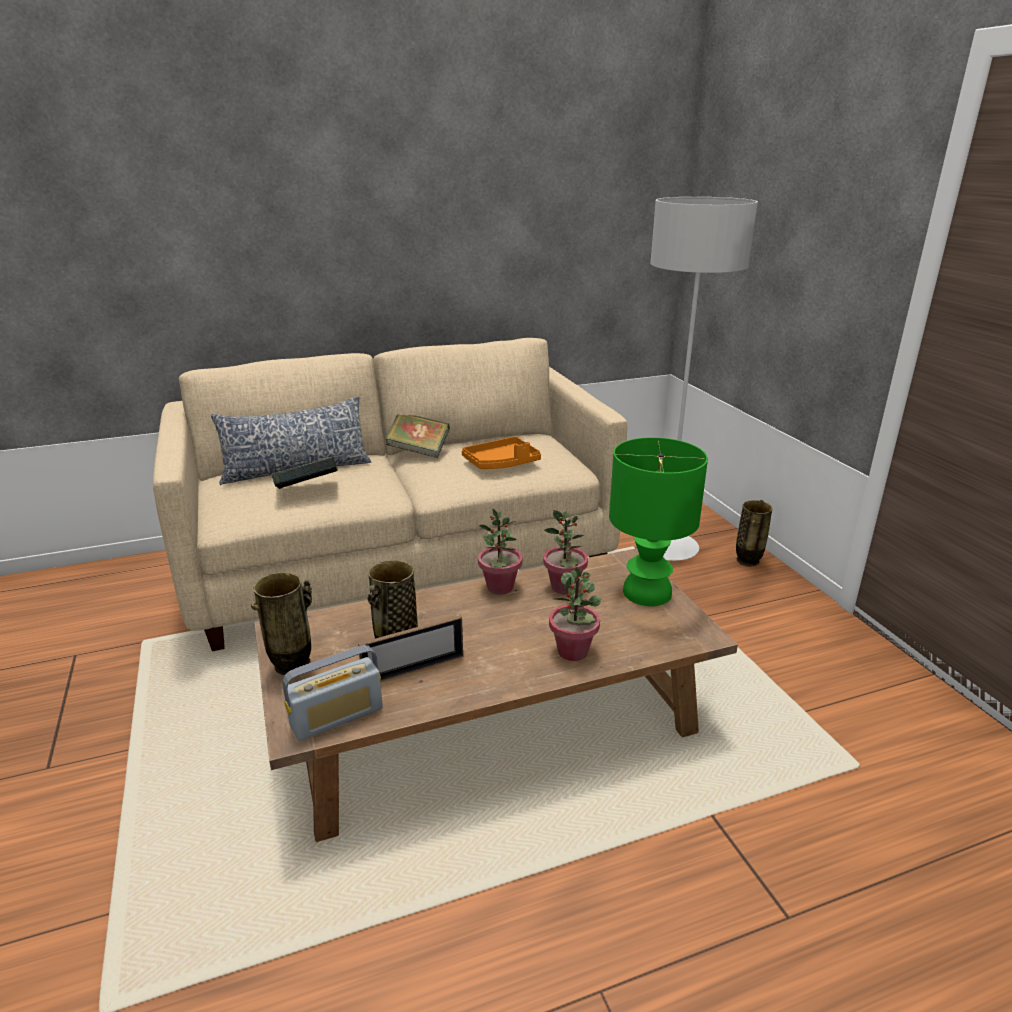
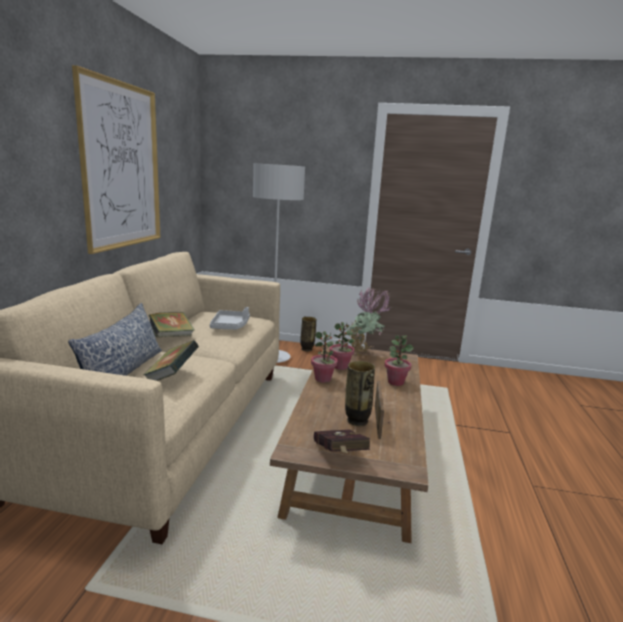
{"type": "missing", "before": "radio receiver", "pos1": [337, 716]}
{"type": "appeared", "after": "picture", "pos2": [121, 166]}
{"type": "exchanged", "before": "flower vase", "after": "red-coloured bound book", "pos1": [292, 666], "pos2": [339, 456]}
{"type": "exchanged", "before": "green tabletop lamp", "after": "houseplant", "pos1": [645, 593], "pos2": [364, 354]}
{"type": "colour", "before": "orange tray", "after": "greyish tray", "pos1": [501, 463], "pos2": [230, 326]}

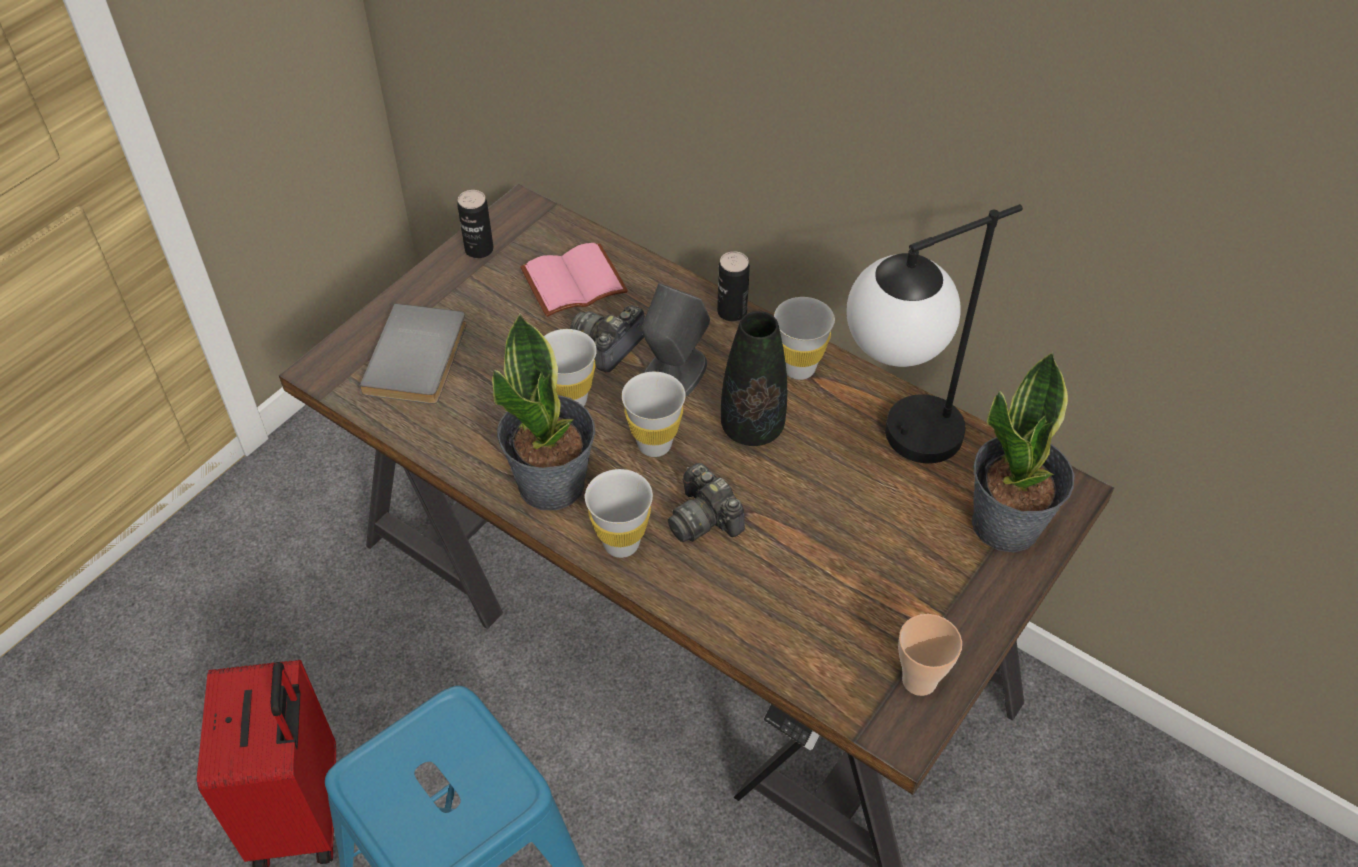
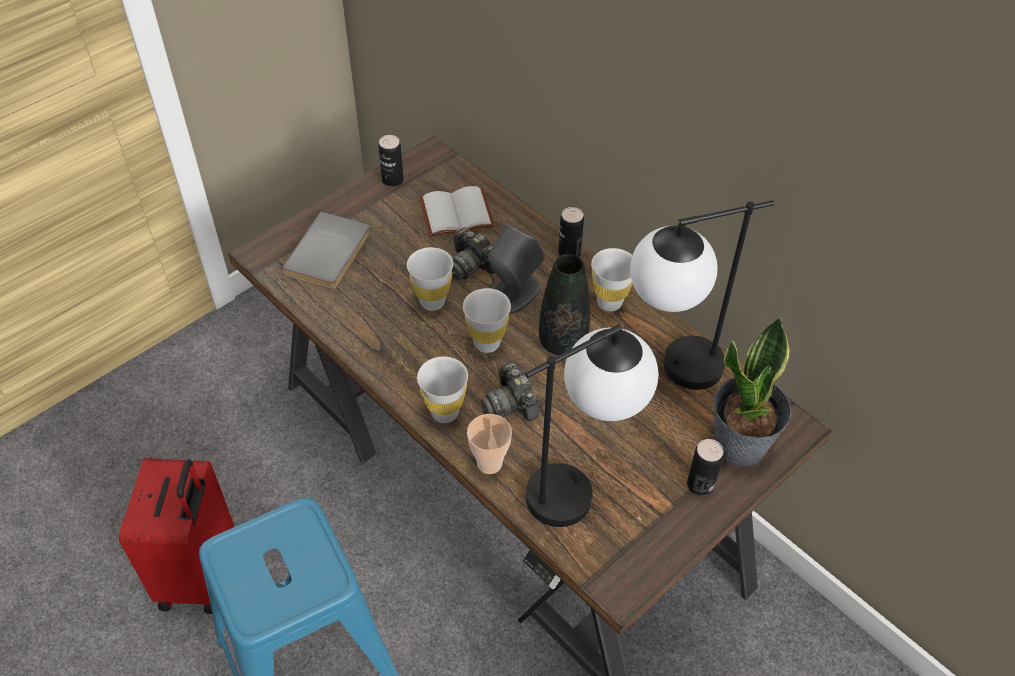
{"type": "missing", "before": "houseplant", "pos1": [553, 484]}
{"type": "appeared", "after": "tabletop lamp", "pos2": [581, 484]}
{"type": "appeared", "after": "metal can", "pos2": [700, 484]}
{"type": "relocated", "before": "small cup", "pos1": [919, 680], "pos2": [489, 463]}
{"type": "colour", "before": "pink bound book", "after": "white-coloured bound book", "pos1": [574, 280], "pos2": [457, 212]}
{"type": "spun", "before": "still camera", "pos1": [609, 346], "pos2": [471, 265], "turn": -90}

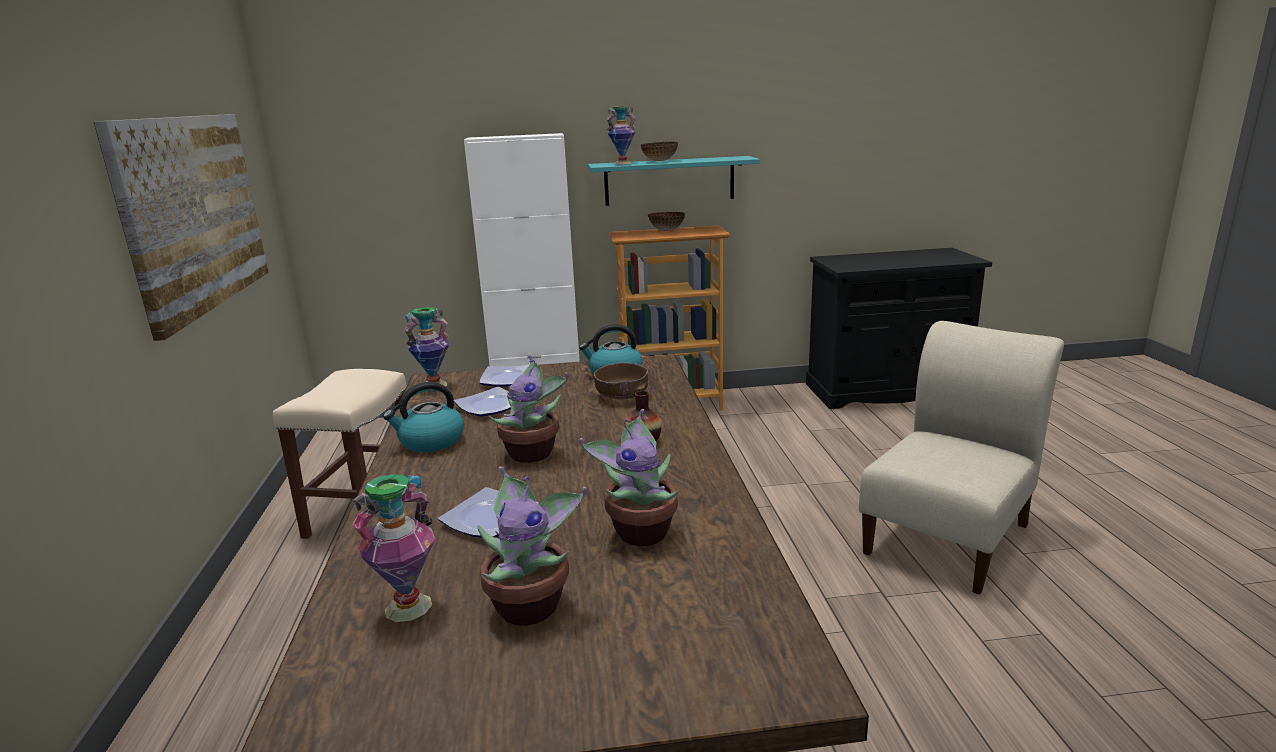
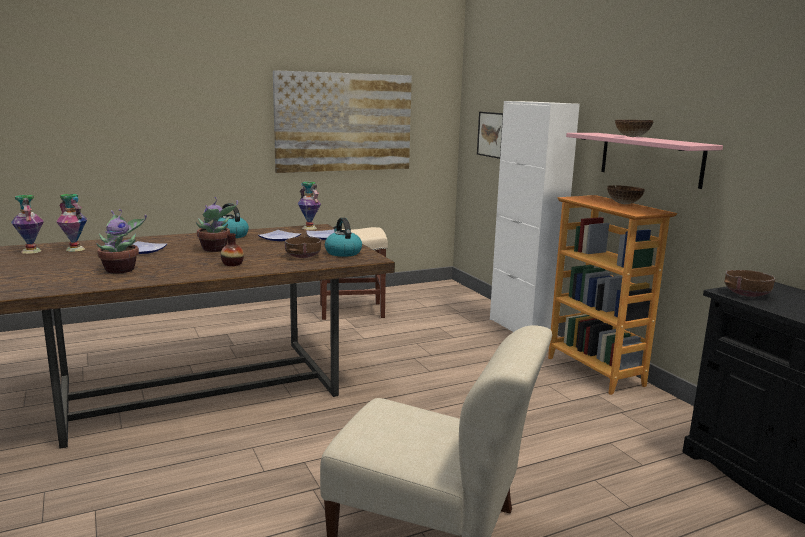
{"type": "missing", "before": "houseplant", "pos1": [532, 605]}
{"type": "appeared", "after": "picture", "pos2": [491, 134]}
{"type": "appeared", "after": "brown deep dish", "pos2": [747, 294]}
{"type": "relocated", "before": "flower vase", "pos1": [622, 163], "pos2": [30, 251]}
{"type": "colour", "before": "turquoise bracket shelf", "after": "pink bracket shelf", "pos1": [669, 181], "pos2": [650, 159]}

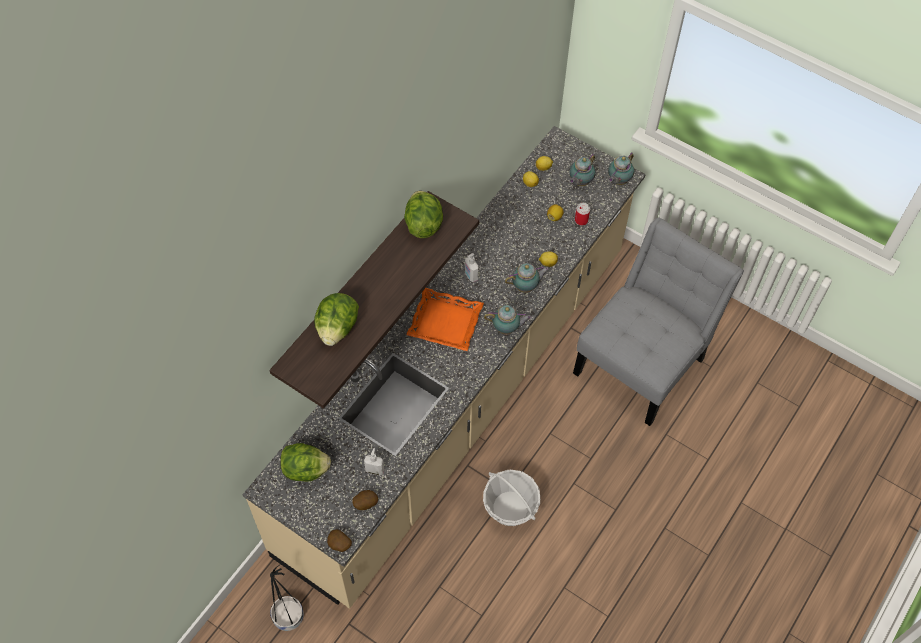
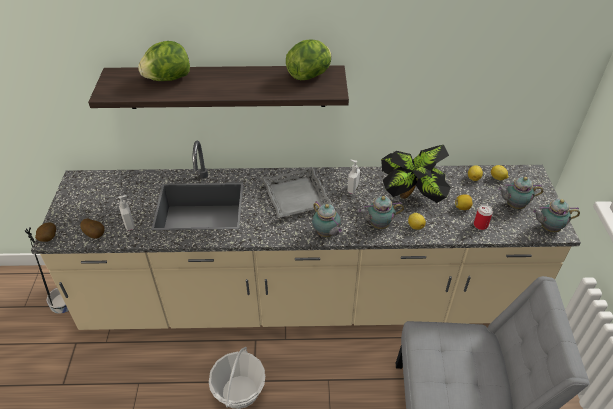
{"type": "missing", "before": "lettuce", "pos1": [306, 470]}
{"type": "appeared", "after": "houseplant", "pos2": [412, 198]}
{"type": "colour", "before": "orange tray", "after": "greyish tray", "pos1": [445, 322], "pos2": [296, 196]}
{"type": "spun", "before": "pot for tea", "pos1": [526, 287], "pos2": [378, 225], "turn": 135}

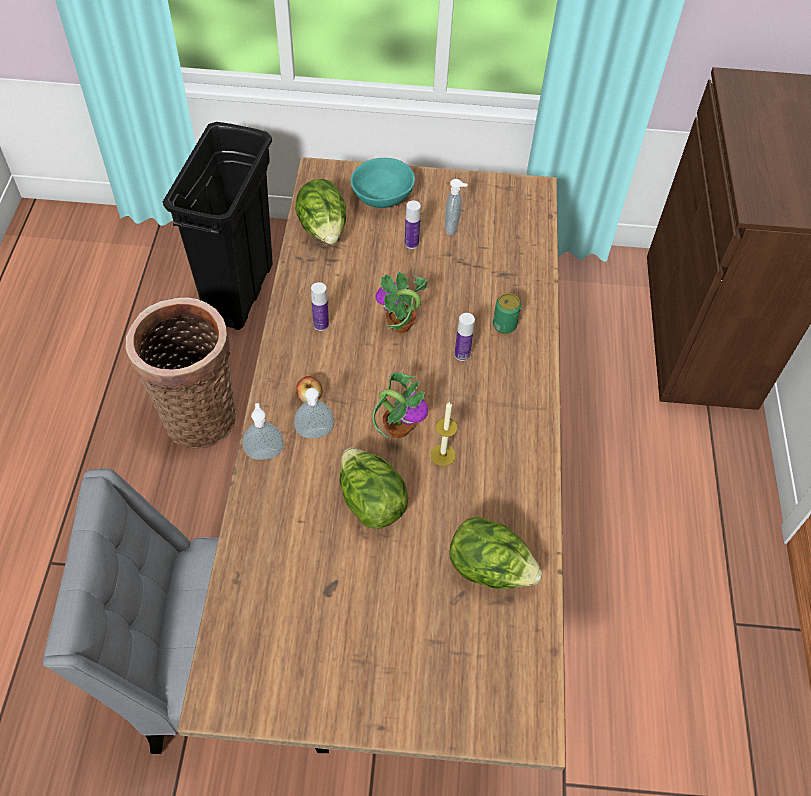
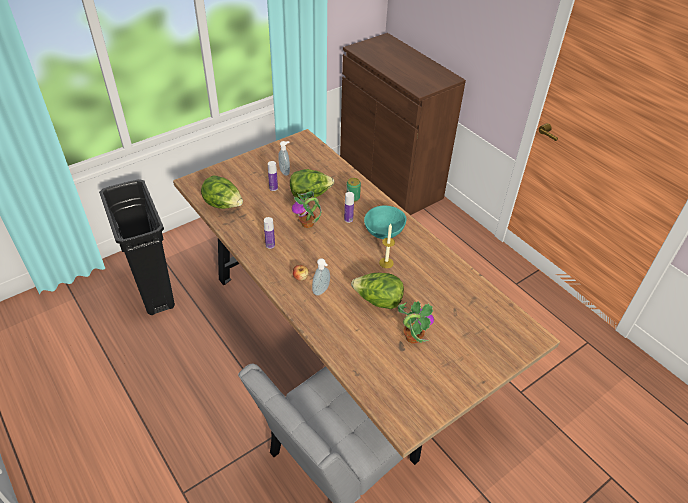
{"type": "missing", "before": "basket", "pos1": [197, 414]}
{"type": "missing", "before": "soap dispenser", "pos1": [265, 452]}
{"type": "relocated", "before": "turquoise deep dish", "pos1": [383, 197], "pos2": [384, 231]}
{"type": "relocated", "before": "houseplant", "pos1": [398, 427], "pos2": [412, 337]}
{"type": "relocated", "before": "lettuce", "pos1": [489, 568], "pos2": [310, 195]}

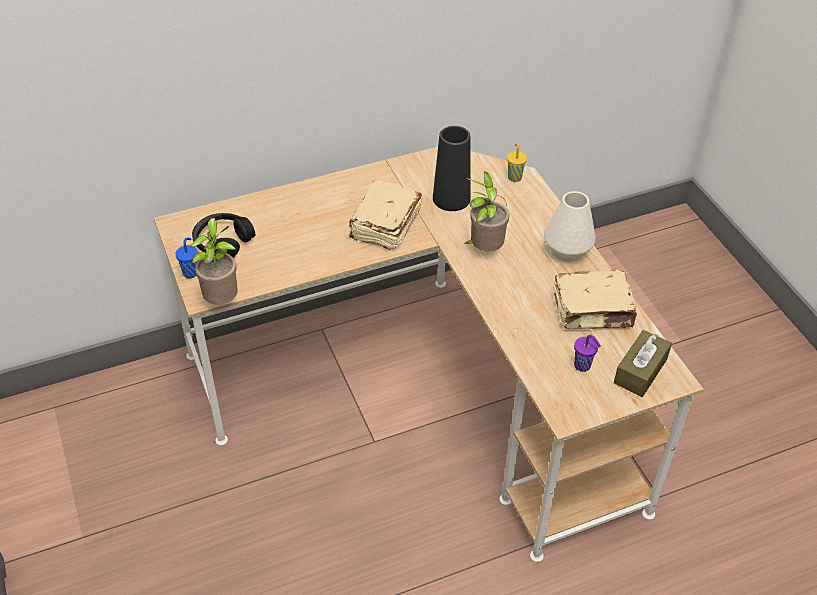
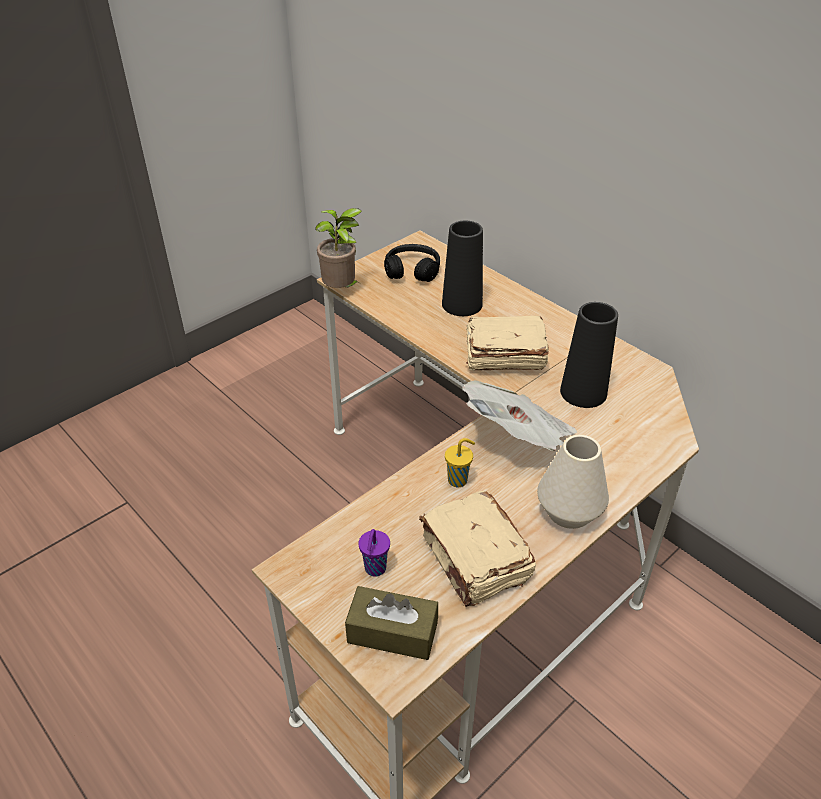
{"type": "missing", "before": "blue small cup", "pos1": [191, 272]}
{"type": "appeared", "after": "black-coloured flower vase", "pos2": [462, 304]}
{"type": "relocated", "before": "yellow-coloured small cup", "pos1": [514, 177], "pos2": [458, 480]}
{"type": "exchanged", "before": "houseplant", "after": "daily paper", "pos1": [484, 249], "pos2": [519, 437]}

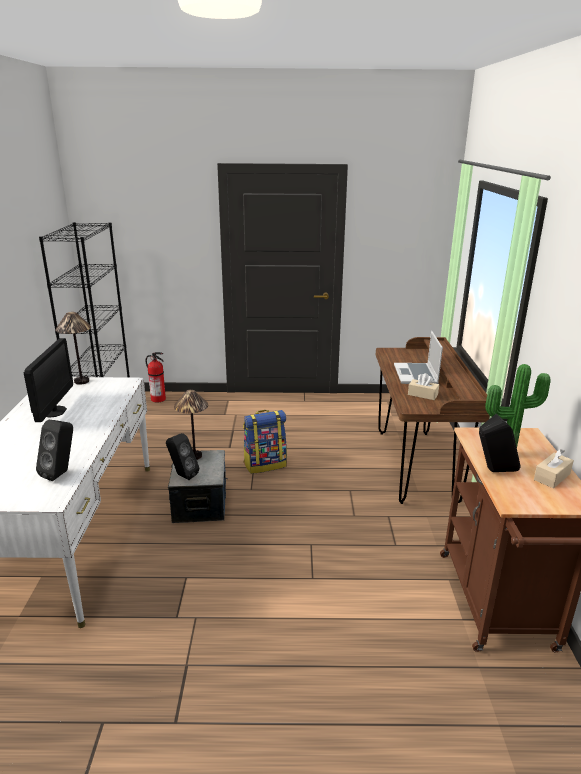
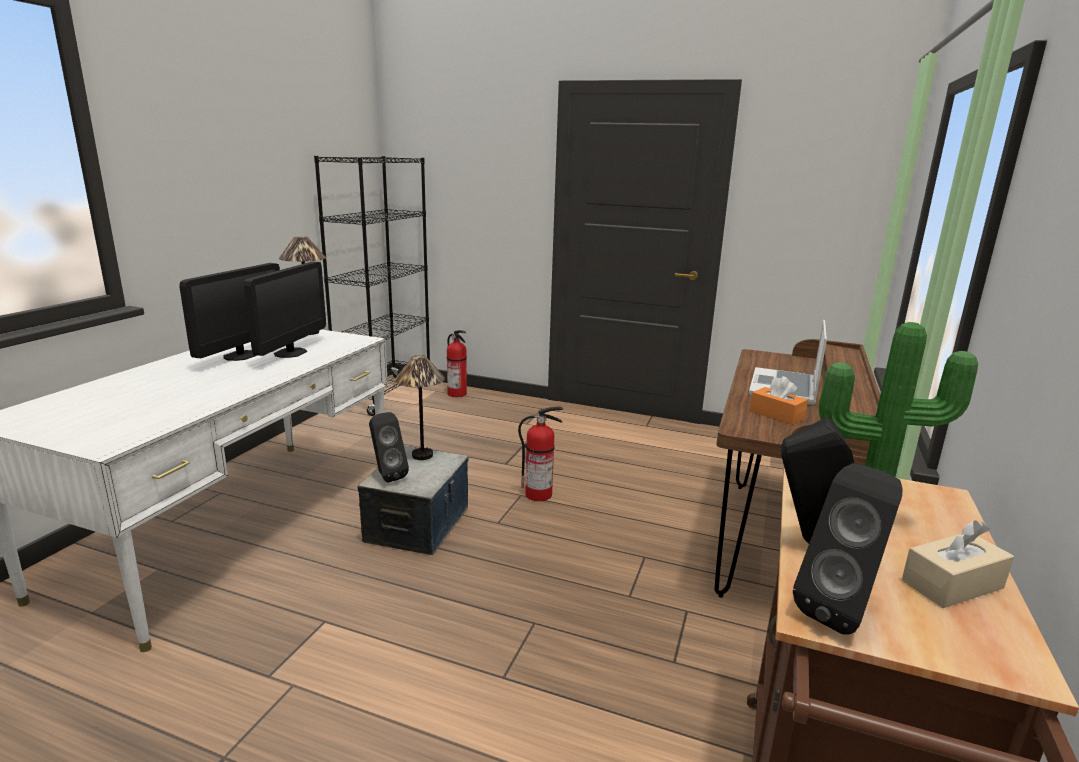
{"type": "appeared", "after": "computer screen", "pos2": [290, 353]}
{"type": "relocated", "before": "black-coloured speaker", "pos1": [61, 473], "pos2": [842, 610]}
{"type": "exchanged", "before": "backpack", "after": "extinguisher", "pos1": [265, 464], "pos2": [539, 494]}
{"type": "colour", "before": "beige box of tissues", "after": "orange box of tissues", "pos1": [422, 395], "pos2": [776, 414]}

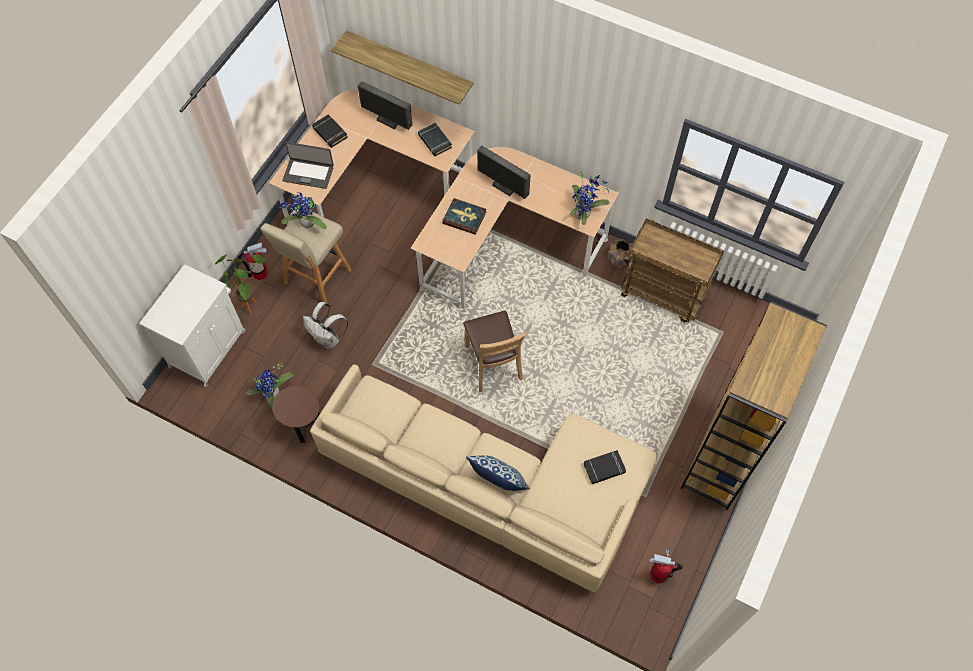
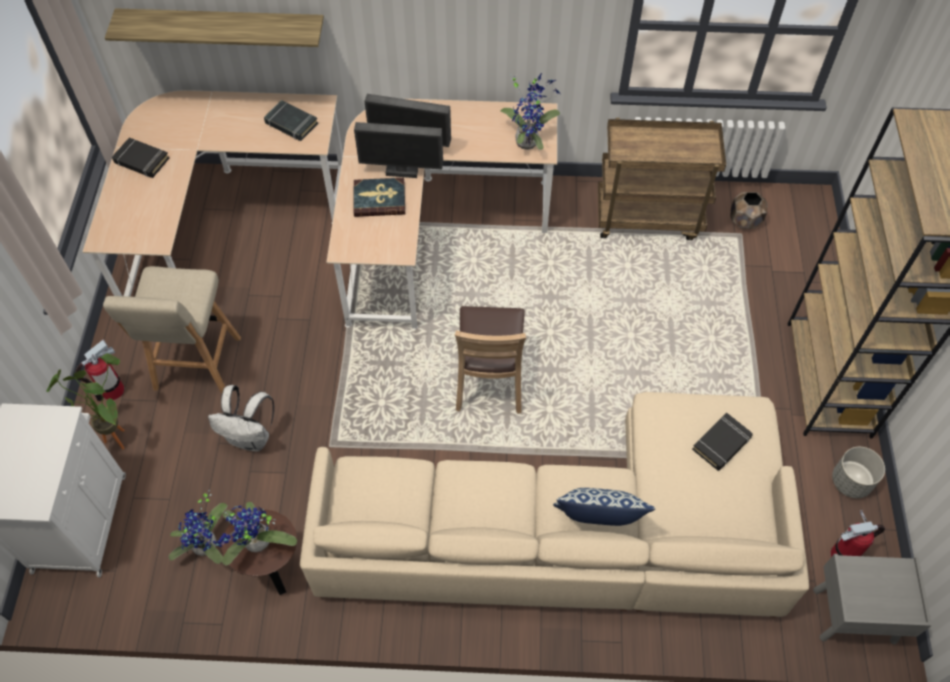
{"type": "missing", "before": "notebook computer", "pos1": [308, 173]}
{"type": "appeared", "after": "greyish nightstand", "pos2": [853, 616]}
{"type": "appeared", "after": "greyish planter", "pos2": [851, 482]}
{"type": "relocated", "before": "houseplant", "pos1": [306, 223], "pos2": [256, 544]}
{"type": "relocated", "before": "computer screen", "pos1": [388, 122], "pos2": [402, 172]}
{"type": "relocated", "before": "brown planter", "pos1": [620, 260], "pos2": [745, 221]}
{"type": "spun", "before": "brown plain chair", "pos1": [493, 364], "pos2": [489, 380], "turn": 45}

